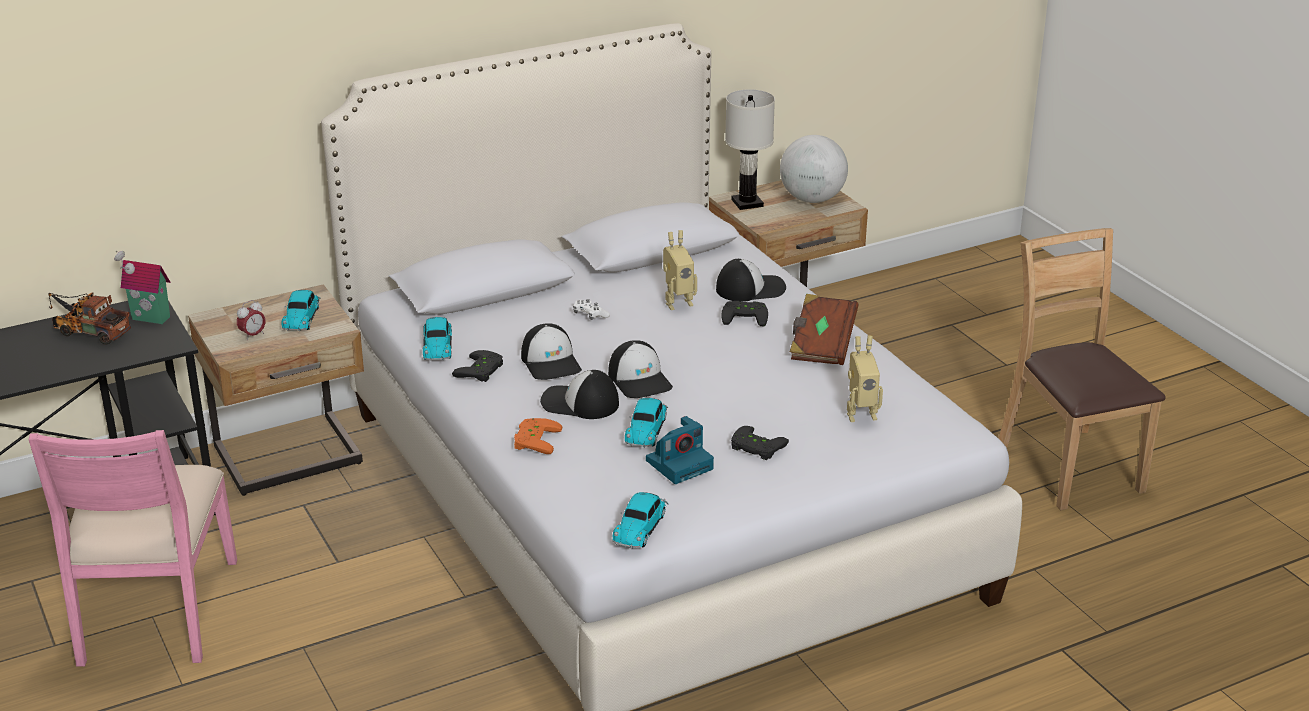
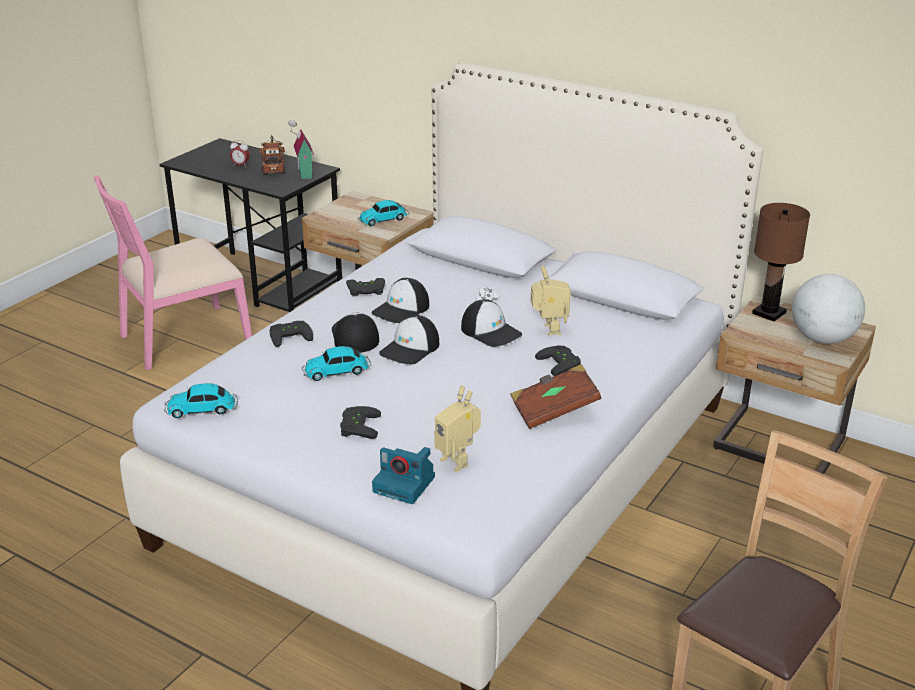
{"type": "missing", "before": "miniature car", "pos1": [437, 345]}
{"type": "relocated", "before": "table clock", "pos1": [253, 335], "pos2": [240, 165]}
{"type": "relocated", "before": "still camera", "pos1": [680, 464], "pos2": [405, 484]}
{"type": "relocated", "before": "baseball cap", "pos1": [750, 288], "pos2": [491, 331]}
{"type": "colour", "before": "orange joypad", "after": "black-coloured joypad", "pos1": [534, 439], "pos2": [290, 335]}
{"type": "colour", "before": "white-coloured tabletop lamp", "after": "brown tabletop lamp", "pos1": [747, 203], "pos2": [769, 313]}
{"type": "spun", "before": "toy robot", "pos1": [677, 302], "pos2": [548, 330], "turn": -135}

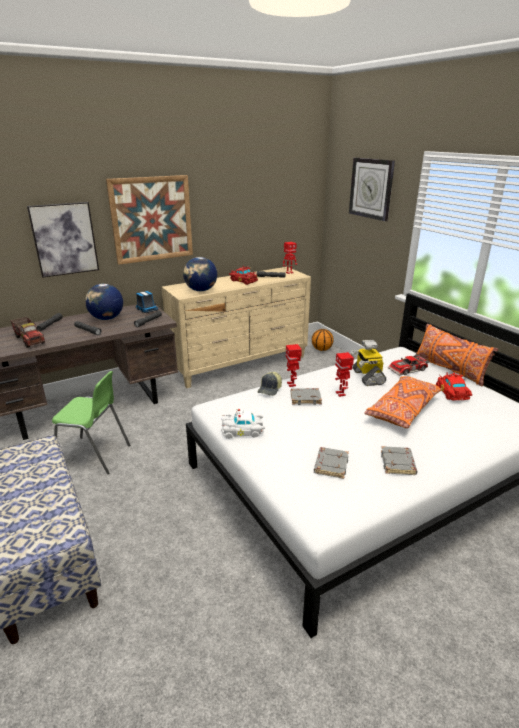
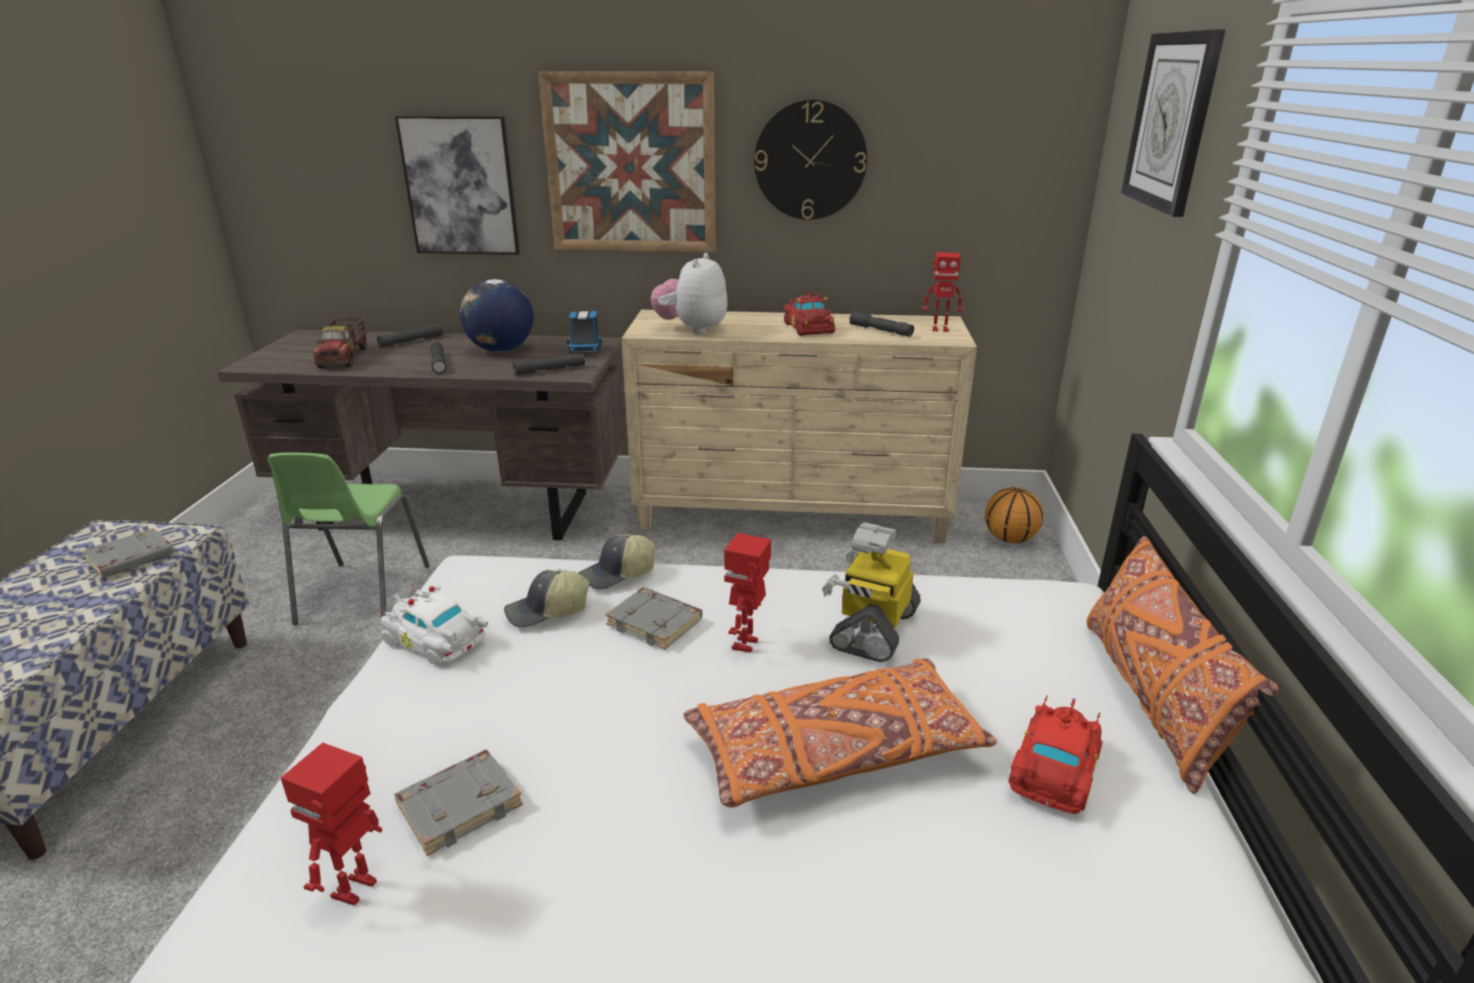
{"type": "missing", "before": "miniature car", "pos1": [408, 370]}
{"type": "appeared", "after": "baseball cap", "pos2": [547, 612]}
{"type": "appeared", "after": "hanging clock", "pos2": [810, 160]}
{"type": "relocated", "before": "toy robot", "pos1": [292, 384], "pos2": [356, 889]}
{"type": "relocated", "before": "greyish bound book", "pos1": [398, 463], "pos2": [130, 559]}
{"type": "exchanged", "before": "globe", "after": "plush toy", "pos1": [201, 290], "pos2": [692, 329]}
{"type": "spun", "before": "green plain chair", "pos1": [94, 456], "pos2": [361, 595], "turn": 45}

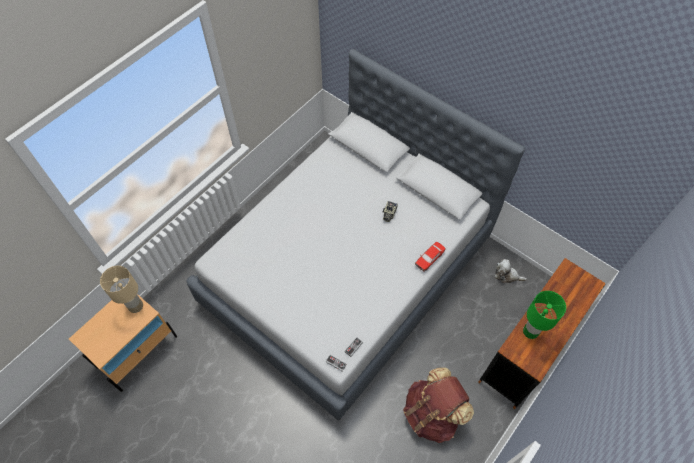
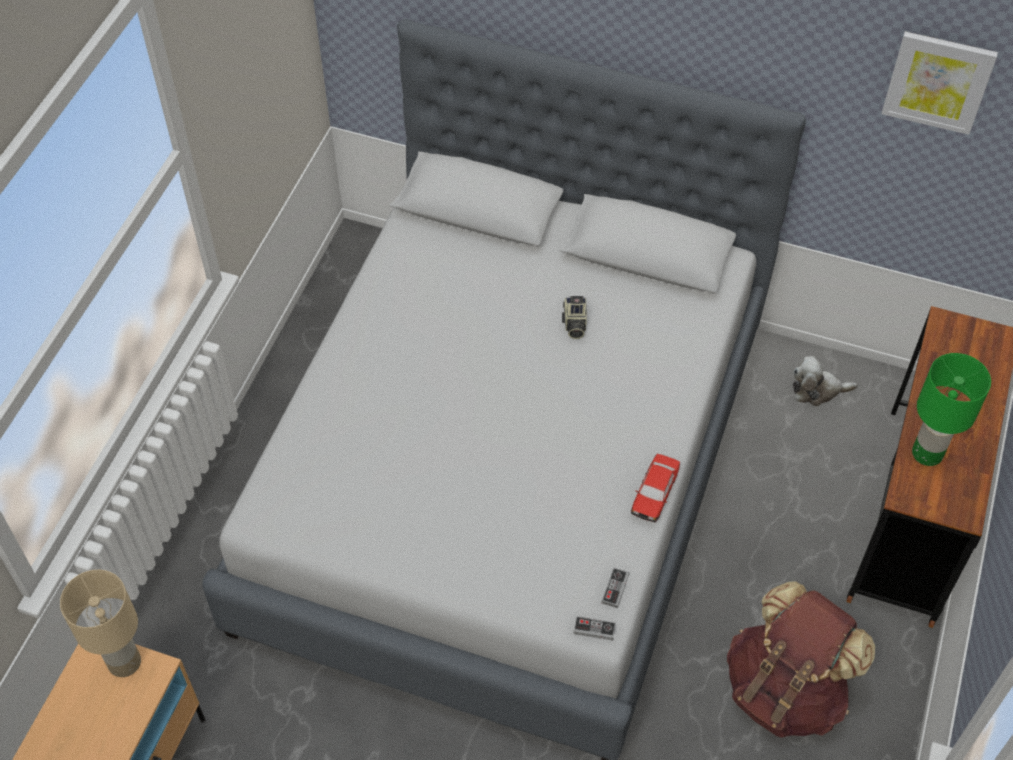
{"type": "appeared", "after": "picture", "pos2": [938, 81]}
{"type": "relocated", "before": "miniature car", "pos1": [429, 258], "pos2": [655, 493]}

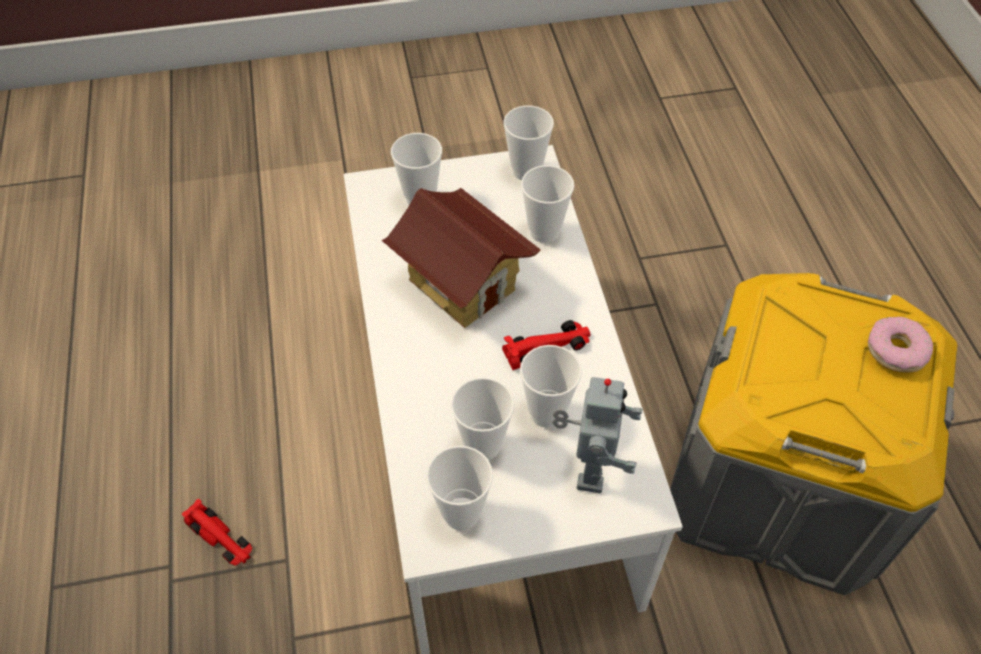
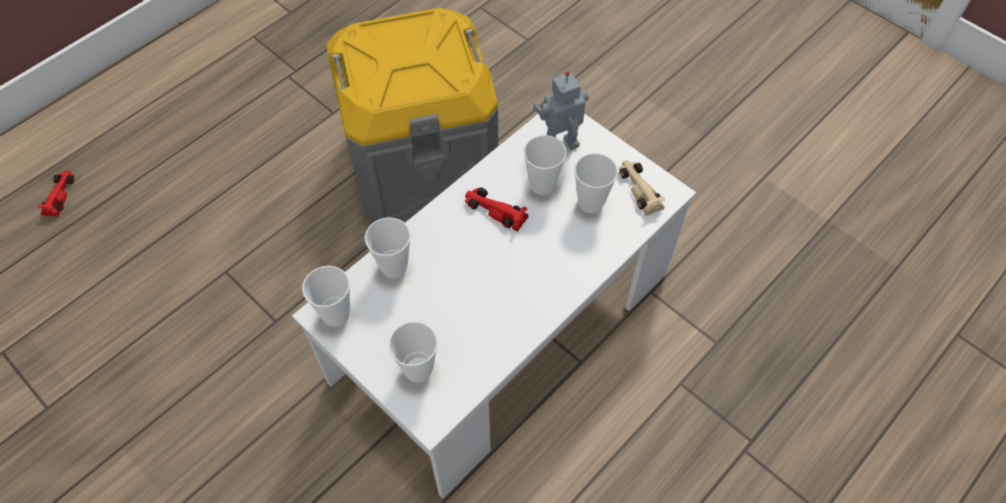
{"type": "missing", "before": "model house", "pos1": [462, 284]}
{"type": "missing", "before": "donut", "pos1": [896, 350]}
{"type": "relocated", "before": "red-coloured miniature car", "pos1": [220, 538], "pos2": [60, 195]}
{"type": "exchanged", "before": "small cup", "after": "beige miniature car", "pos1": [461, 513], "pos2": [639, 188]}

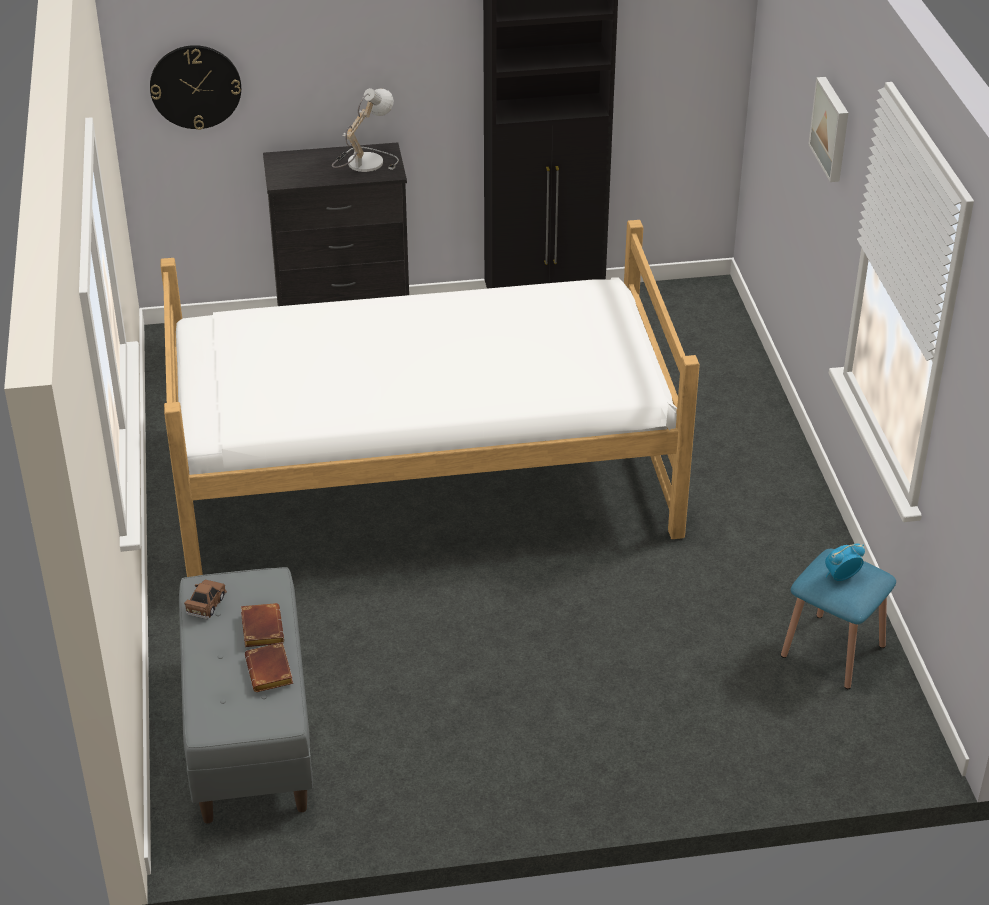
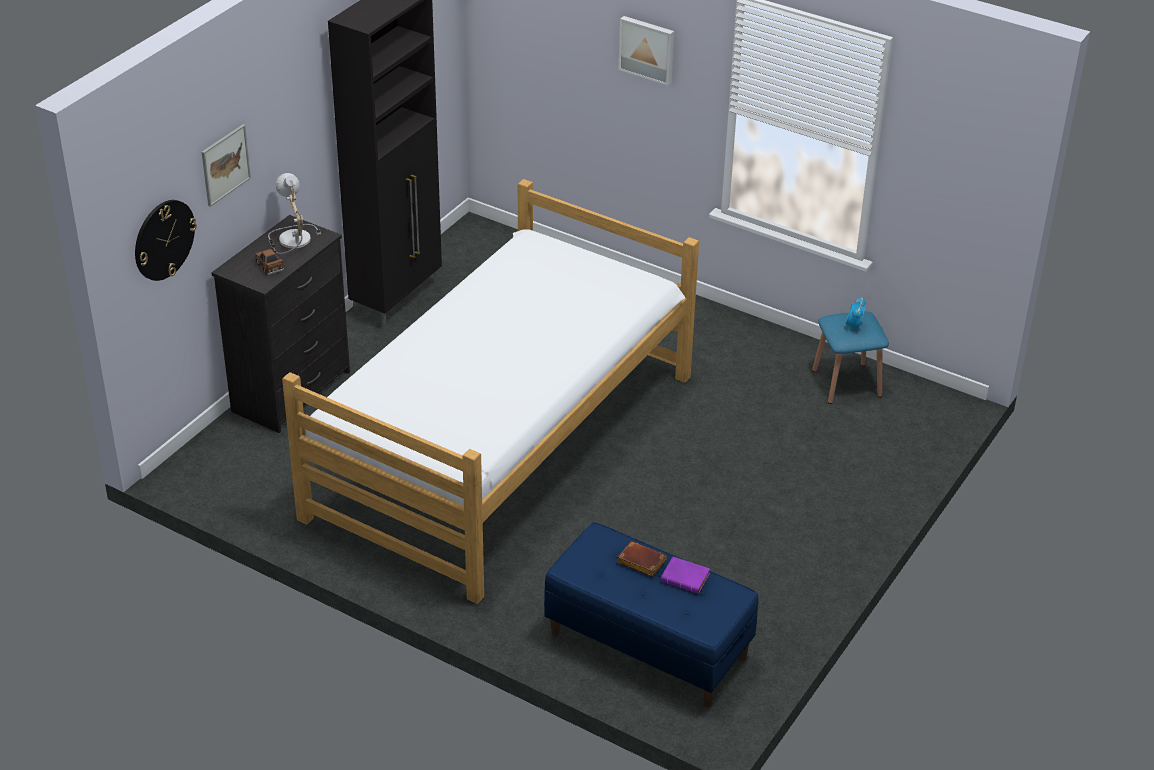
{"type": "appeared", "after": "picture", "pos2": [225, 164]}
{"type": "relocated", "before": "brown miniature car", "pos1": [206, 604], "pos2": [269, 266]}
{"type": "colour", "before": "greyish long seat", "after": "blue long seat", "pos1": [248, 730], "pos2": [647, 646]}
{"type": "colour", "before": "brown bound book", "after": "purple-coloured bound book", "pos1": [271, 672], "pos2": [687, 578]}

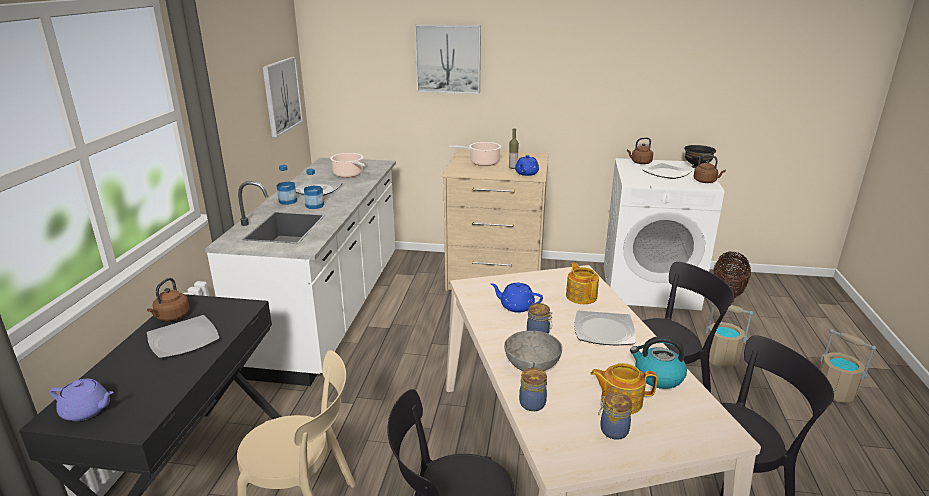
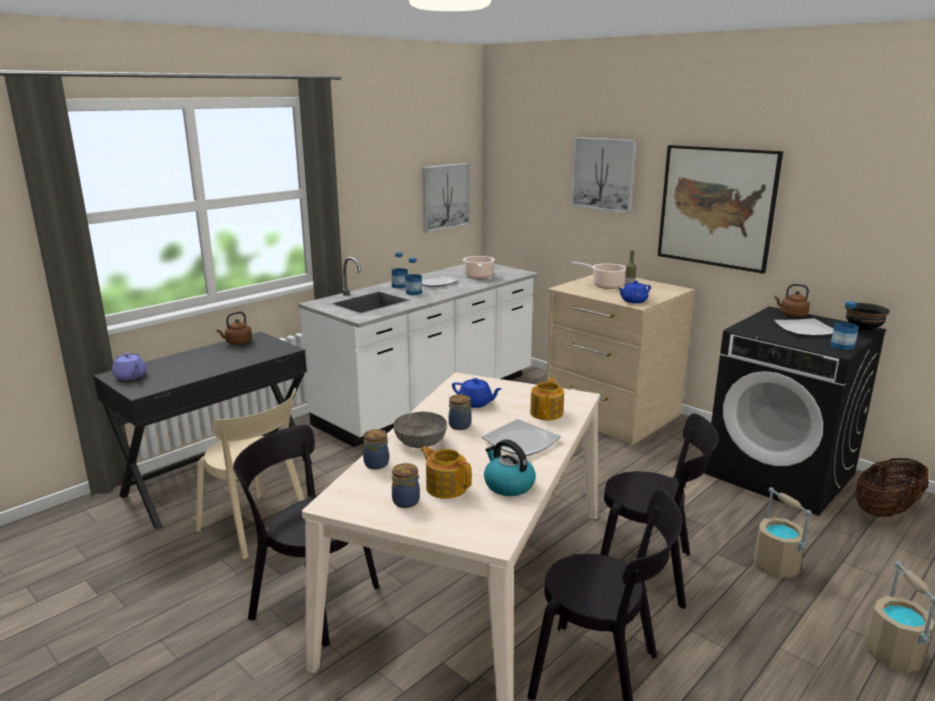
{"type": "missing", "before": "dinner plate", "pos1": [183, 340]}
{"type": "appeared", "after": "picture", "pos2": [716, 207]}
{"type": "exchanged", "before": "brown kettle", "after": "drink bottle", "pos1": [706, 181], "pos2": [842, 346]}
{"type": "colour", "before": "white-coloured washing machine", "after": "black-coloured washing machine", "pos1": [650, 286], "pos2": [781, 474]}
{"type": "spun", "before": "blue pot for tea", "pos1": [516, 306], "pos2": [476, 403], "turn": 150}

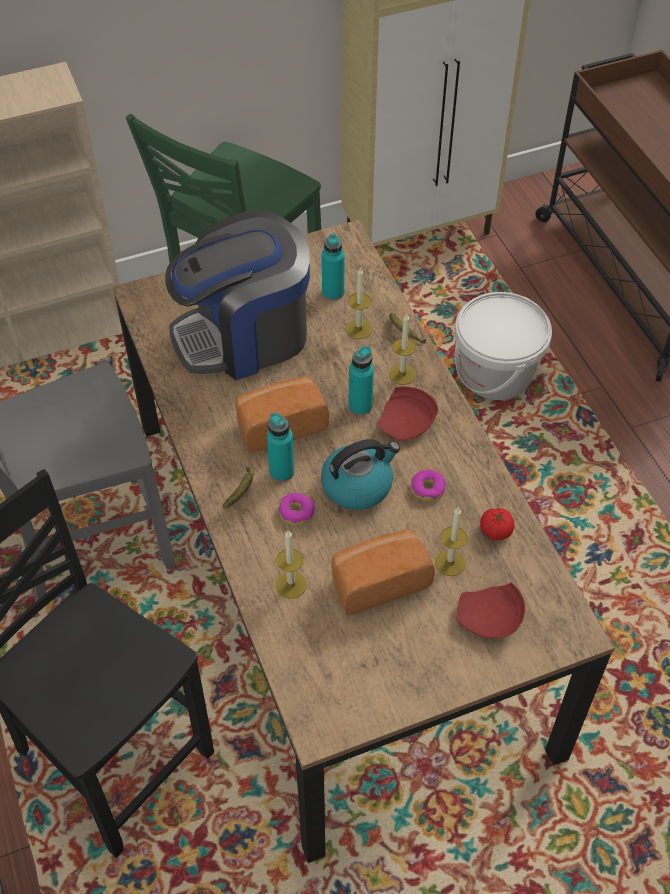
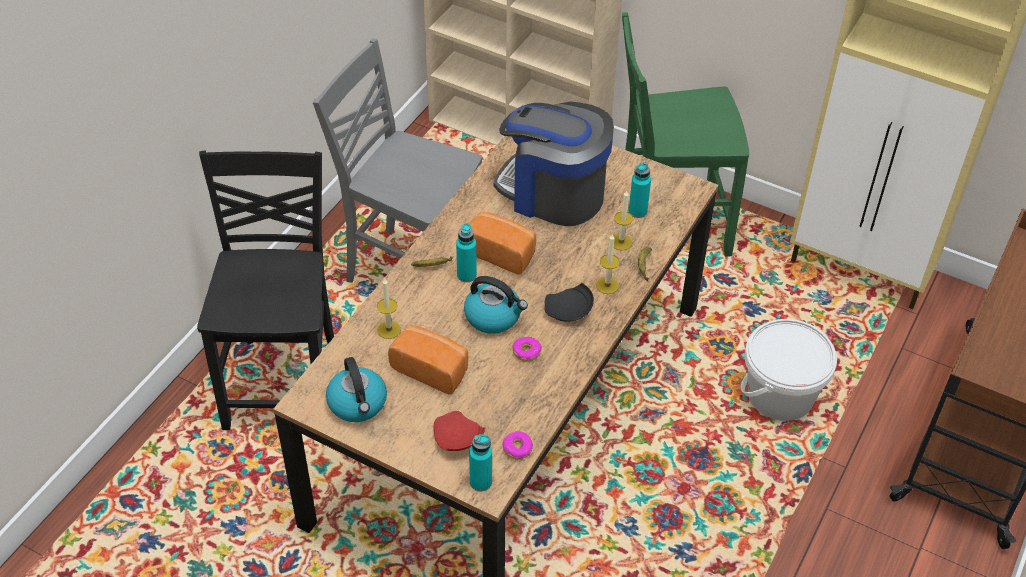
{"type": "missing", "before": "wax light", "pos1": [450, 563]}
{"type": "missing", "before": "fresh tomato", "pos1": [495, 531]}
{"type": "appeared", "after": "kettle", "pos2": [358, 404]}
{"type": "relocated", "before": "donut", "pos1": [296, 512], "pos2": [517, 448]}
{"type": "relocated", "before": "turquoise drink bottle", "pos1": [360, 406], "pos2": [480, 482]}
{"type": "colour", "before": "red-coloured dinner plate", "after": "black-coloured dinner plate", "pos1": [407, 423], "pos2": [569, 311]}

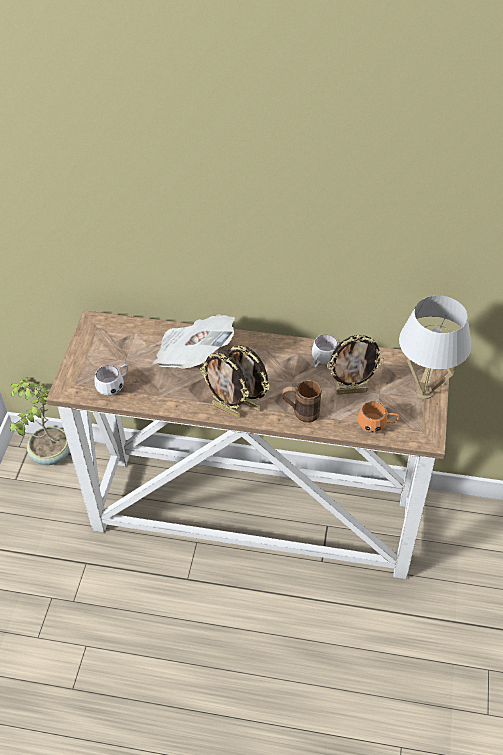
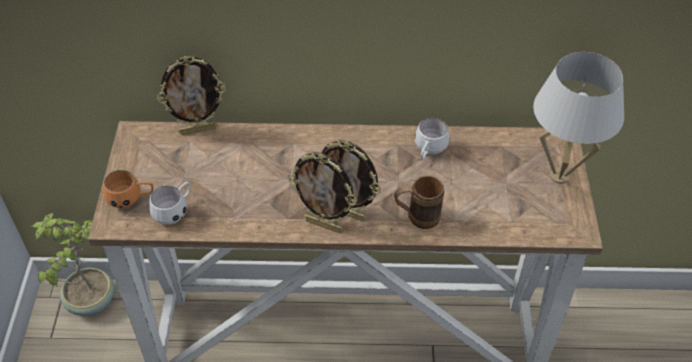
{"type": "missing", "before": "daily paper", "pos1": [194, 356]}
{"type": "relocated", "before": "photo frame", "pos1": [351, 391], "pos2": [198, 129]}
{"type": "relocated", "before": "orange mug", "pos1": [377, 425], "pos2": [131, 199]}

